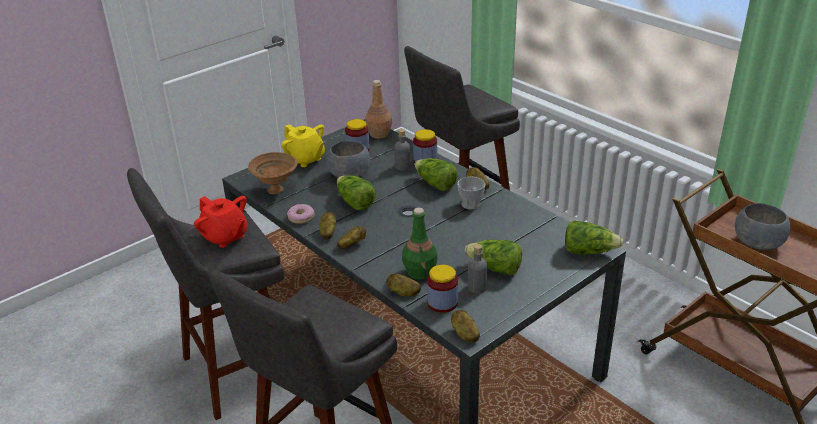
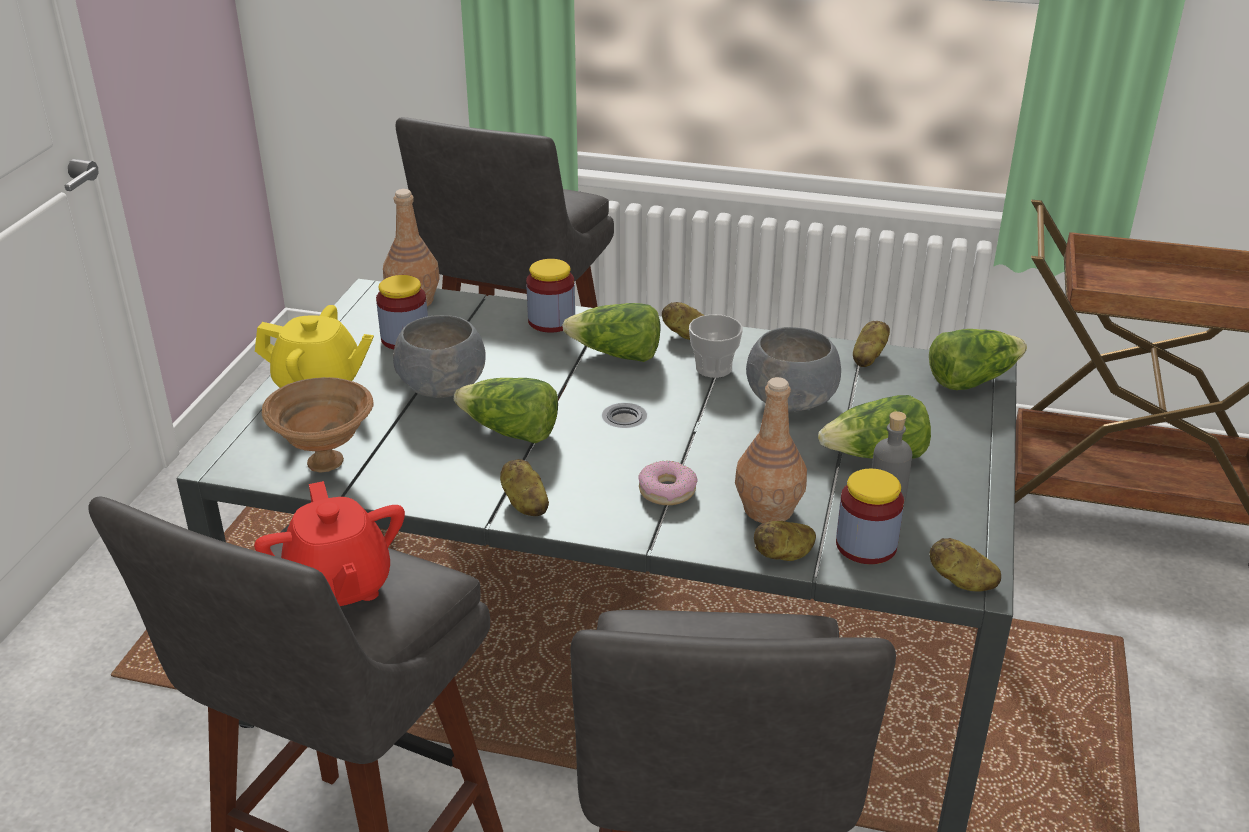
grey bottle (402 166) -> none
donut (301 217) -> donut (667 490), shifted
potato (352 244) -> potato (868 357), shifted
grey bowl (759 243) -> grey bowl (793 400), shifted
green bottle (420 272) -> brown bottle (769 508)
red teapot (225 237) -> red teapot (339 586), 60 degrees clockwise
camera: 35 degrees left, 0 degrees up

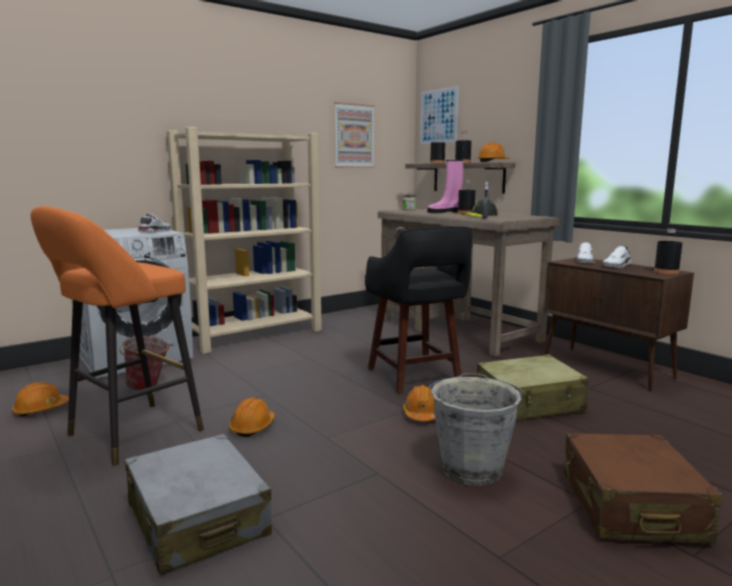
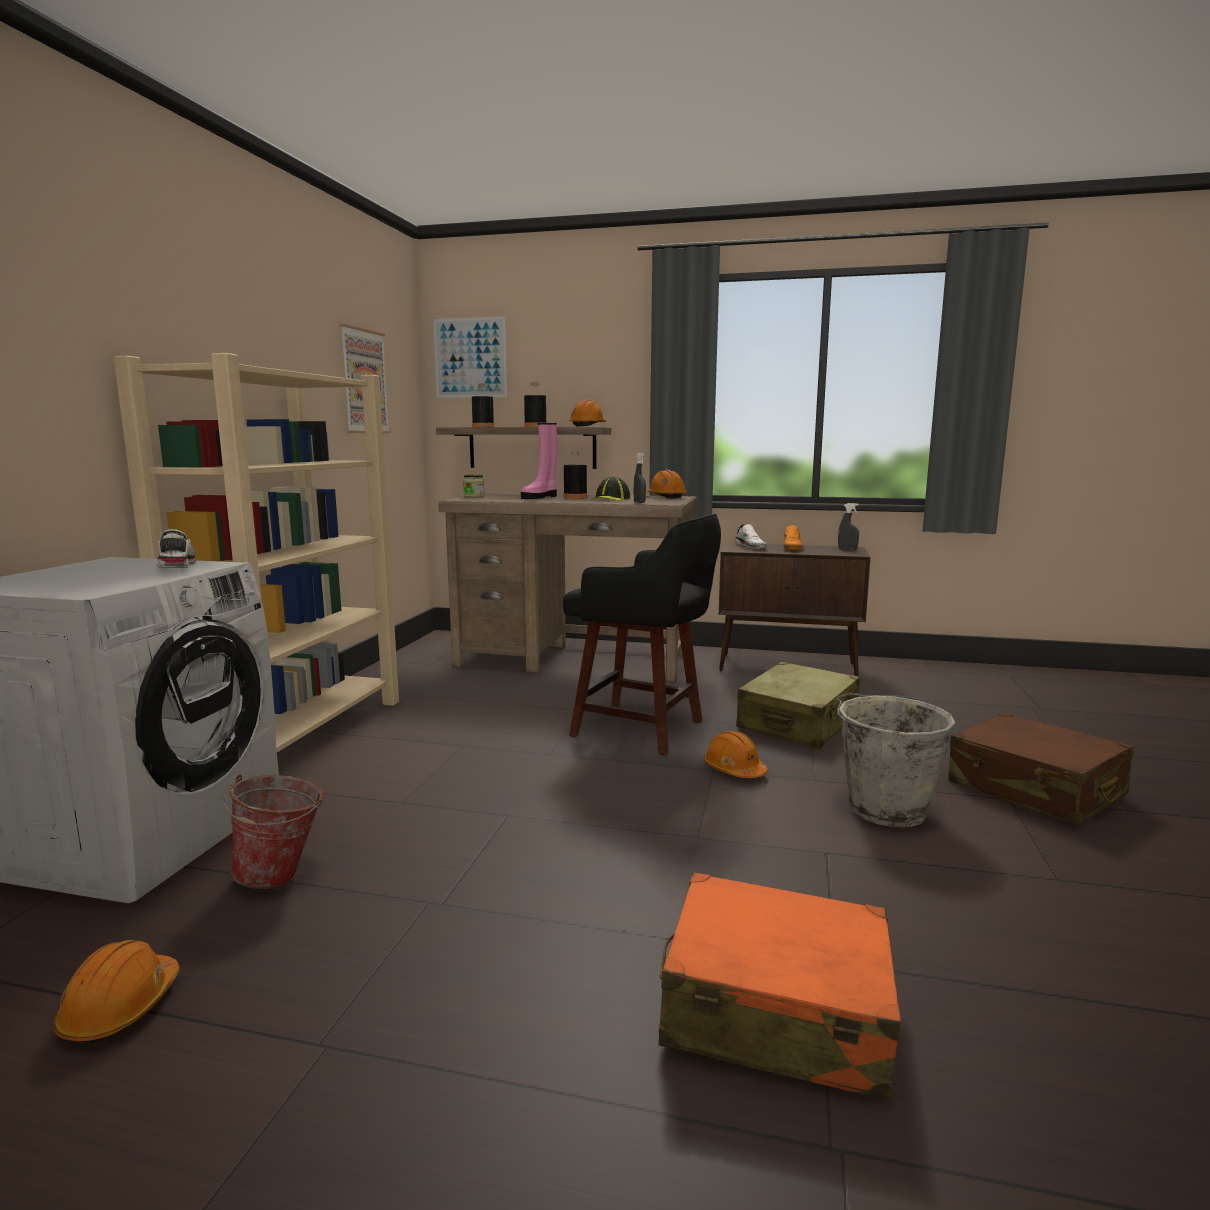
orange stool (128 435) -> none
orange hard hat (252 427) -> orange hard hat (666 497), shifted
black bottle (666 272) -> grey spray bottle (847 549)
grey suitcase (198 519) -> orange suitcase (774 1011)
white shoe (617 266) -> orange shoe (793 548)
camera: 40 degrees left, 0 degrees up

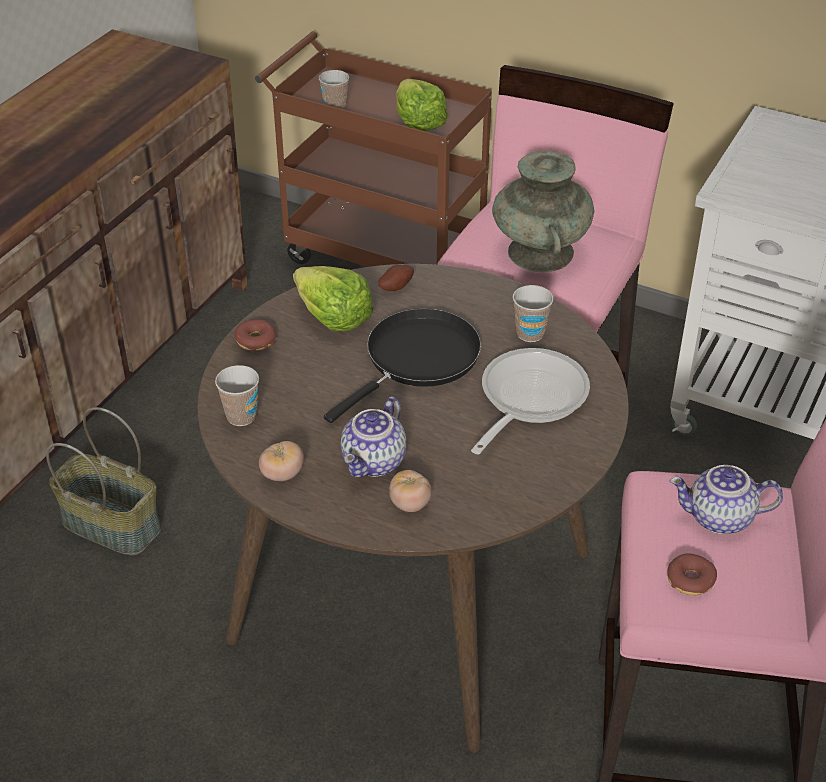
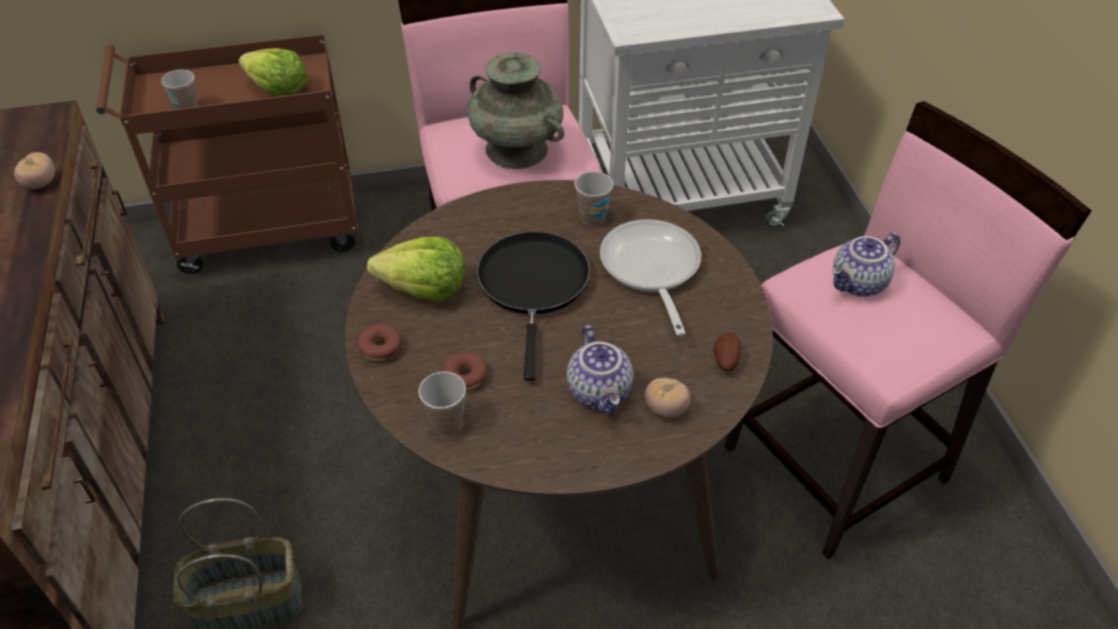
tomato (282 474) -> tomato (41 184), shifted
potato (395 286) -> potato (725 360), shifted
donut (690 580) -> donut (464 376), shifted
camera: 40 degrees left, 5 degrees up

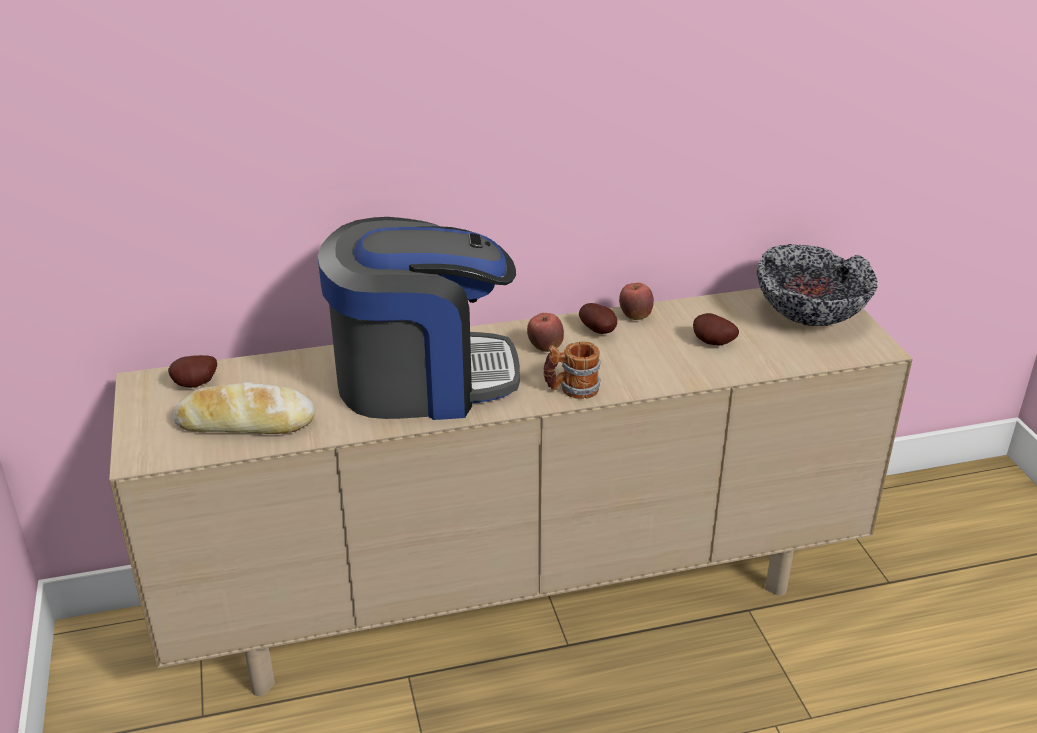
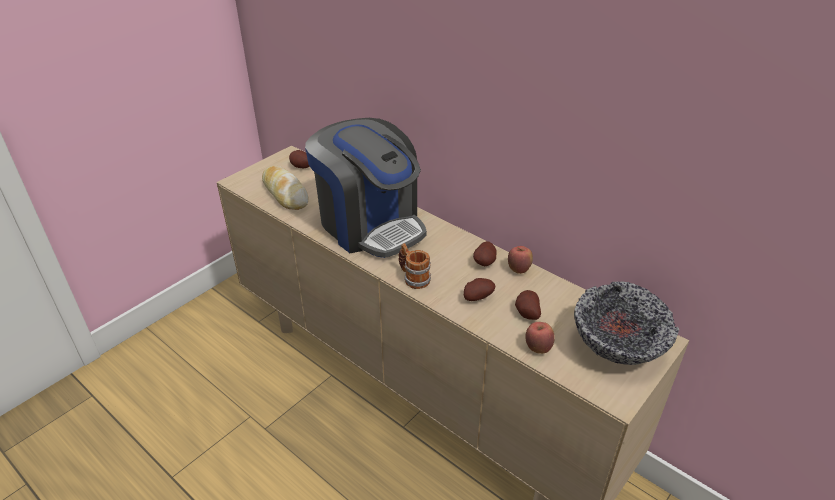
none -> potato (477 297)
apple (545 348) -> apple (538 348), shifted
camera: 55 degrees right, 5 degrees up

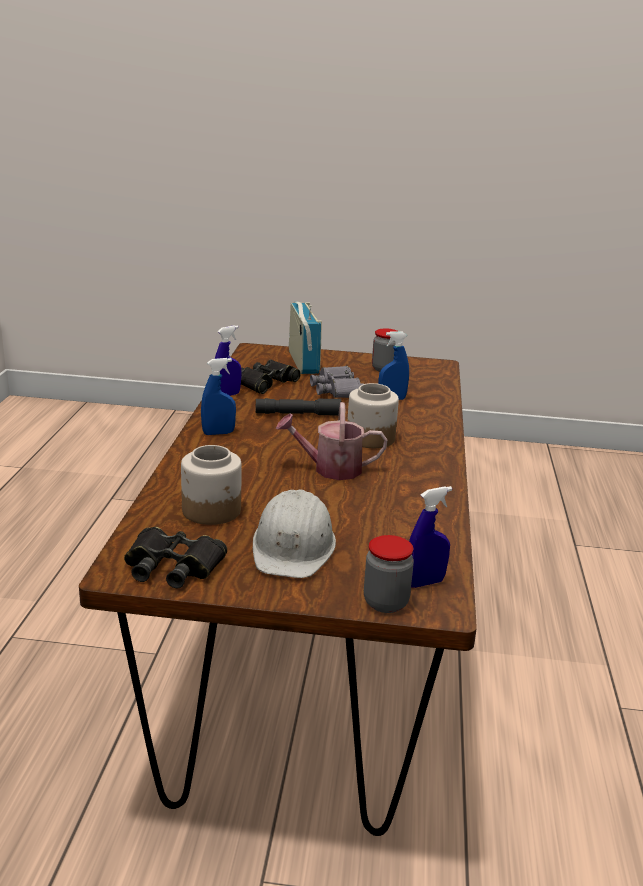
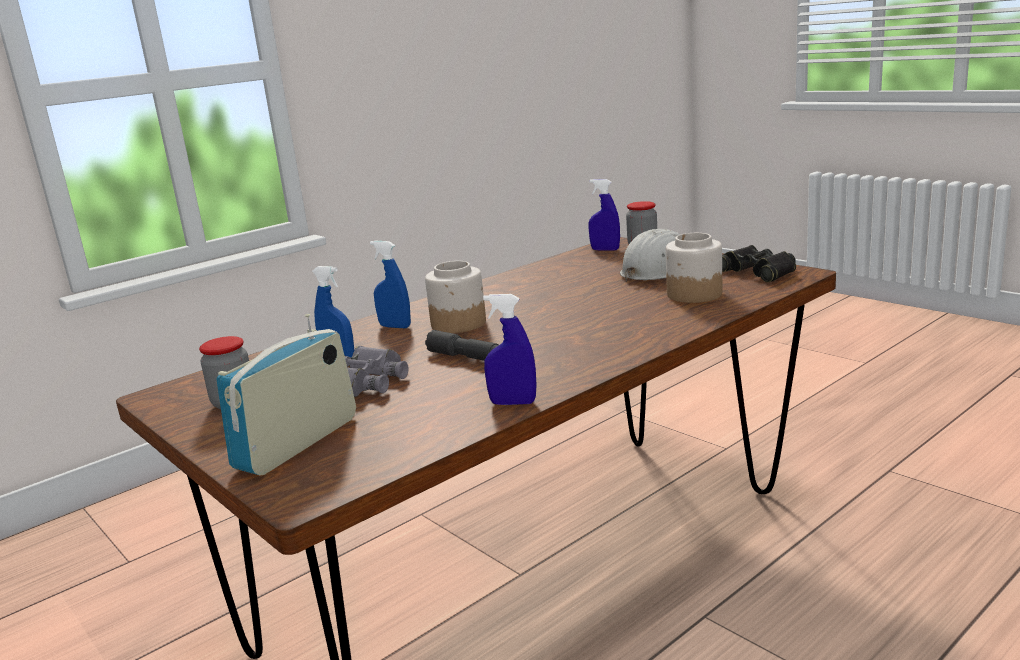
black binoculars (266 383) -> none
watering can (330 469) -> none
blue spray bottle (218 433) -> blue spray bottle (395 326), shifted
camera: 135 degrees left, 5 degrees down

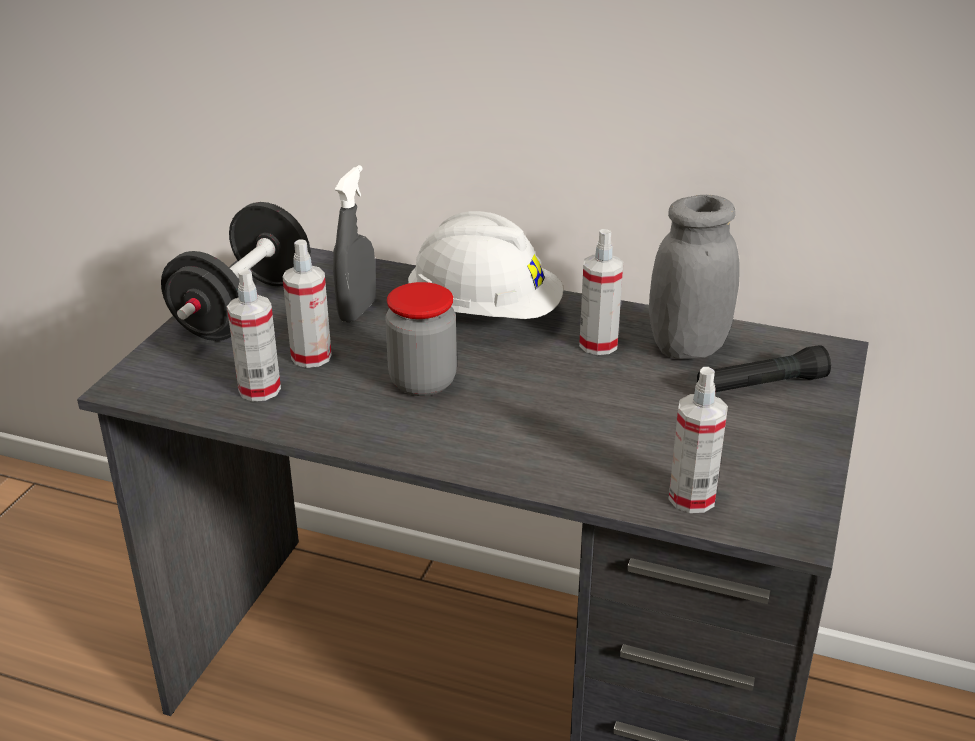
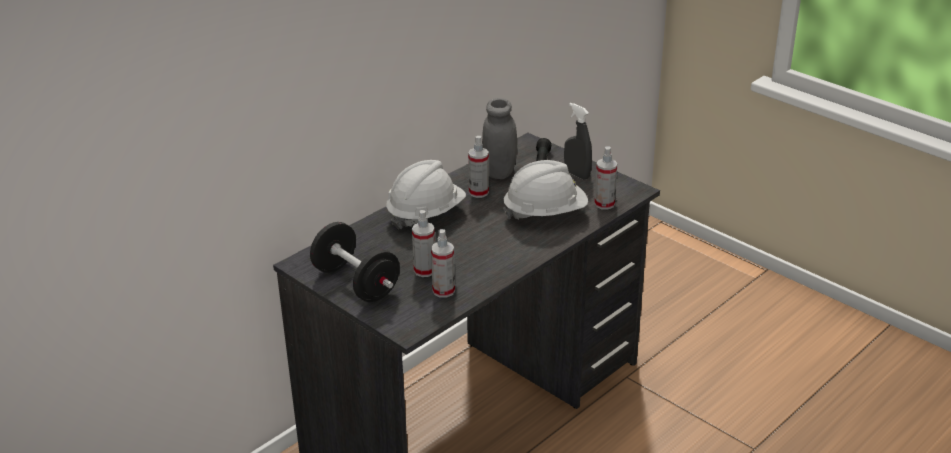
jar (423 382) -> none
none -> white hard hat (545 213)
grey spray bottle (357 311) -> grey spray bottle (577 174), shifted
camera: 65 degrees left, 0 degrees up

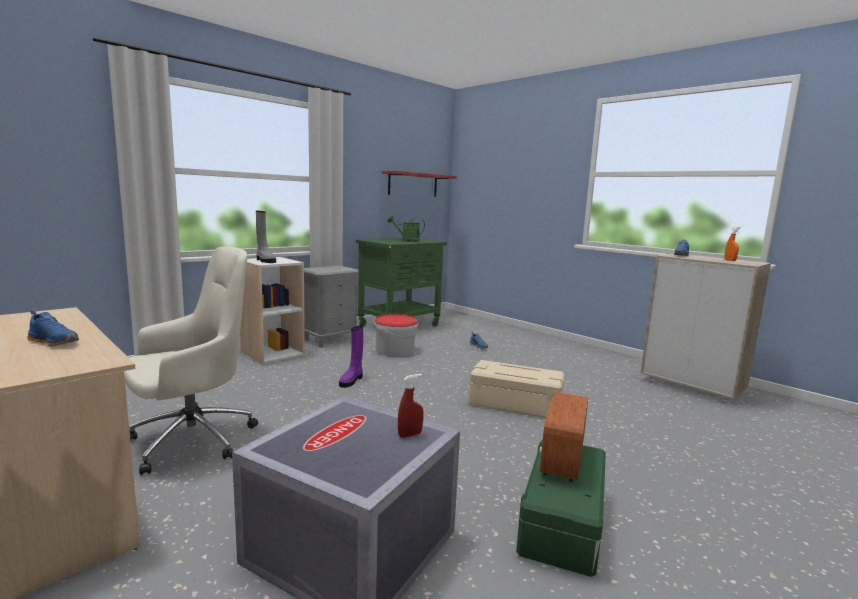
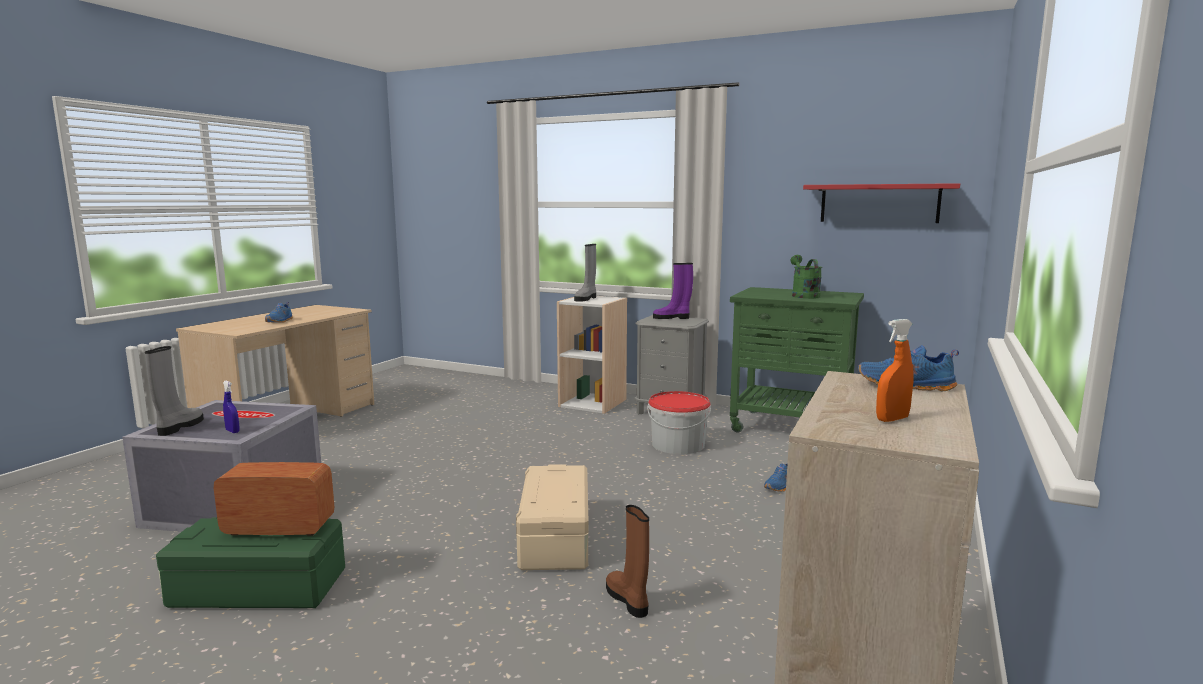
beige office chair (193 441) -> none
none -> grey boot (179 427)
none -> brown boot (628 600)
purple boot (351 381) -> purple boot (672 318), shifted
red spray bottle (410 435) -> blue spray bottle (232 431)
camera: 70 degrees right, 0 degrees up

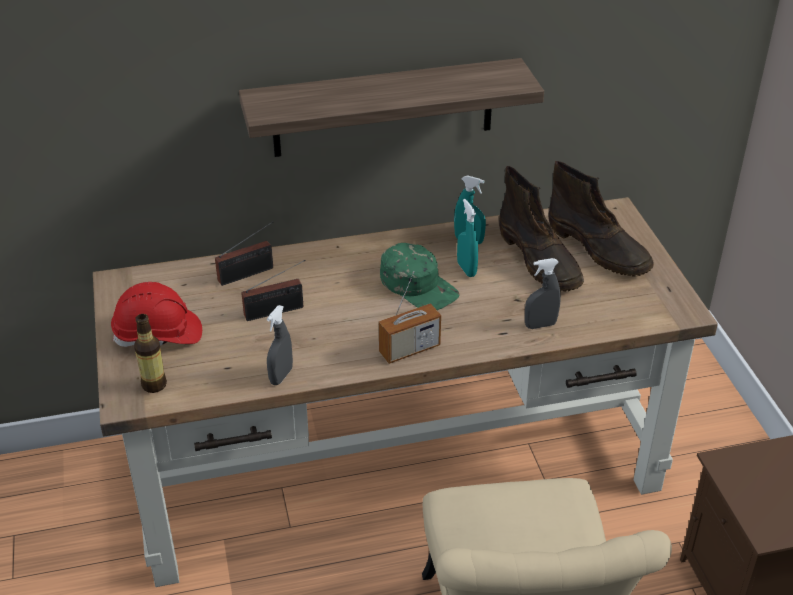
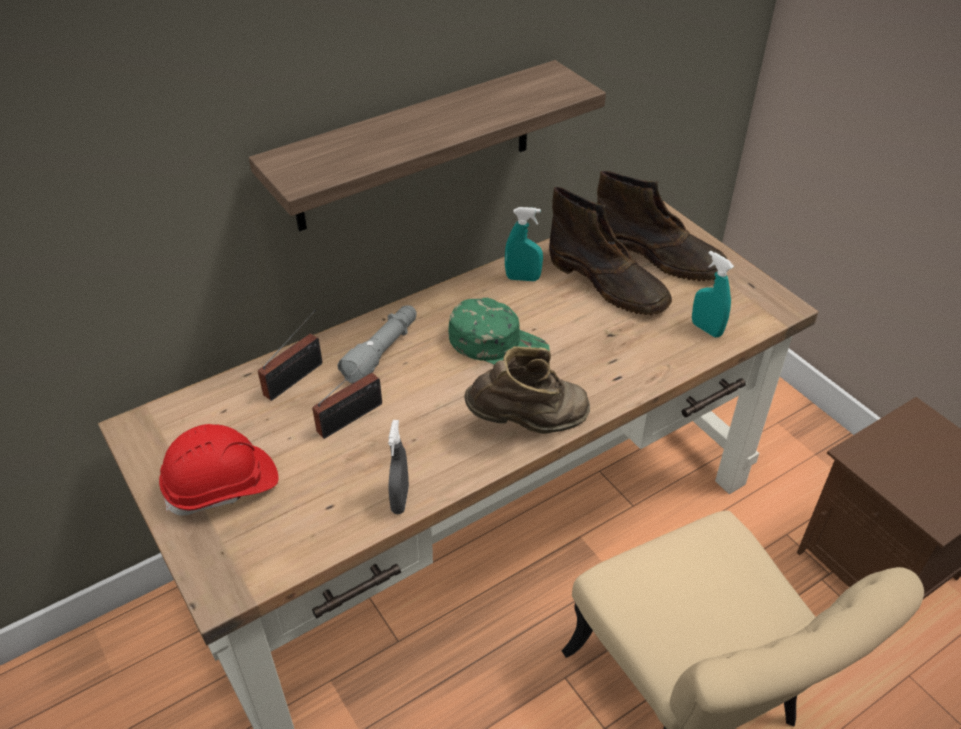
bottle (154 385) -> none
grey spray bottle (540 325) -> none
none -> grey flashlight (382 351)
turquoise spray bottle (466 269) -> turquoise spray bottle (706 329), shifted
radio (409 349) -> brown boot (529 424)
camera: 20 degrees left, 5 degrees up

